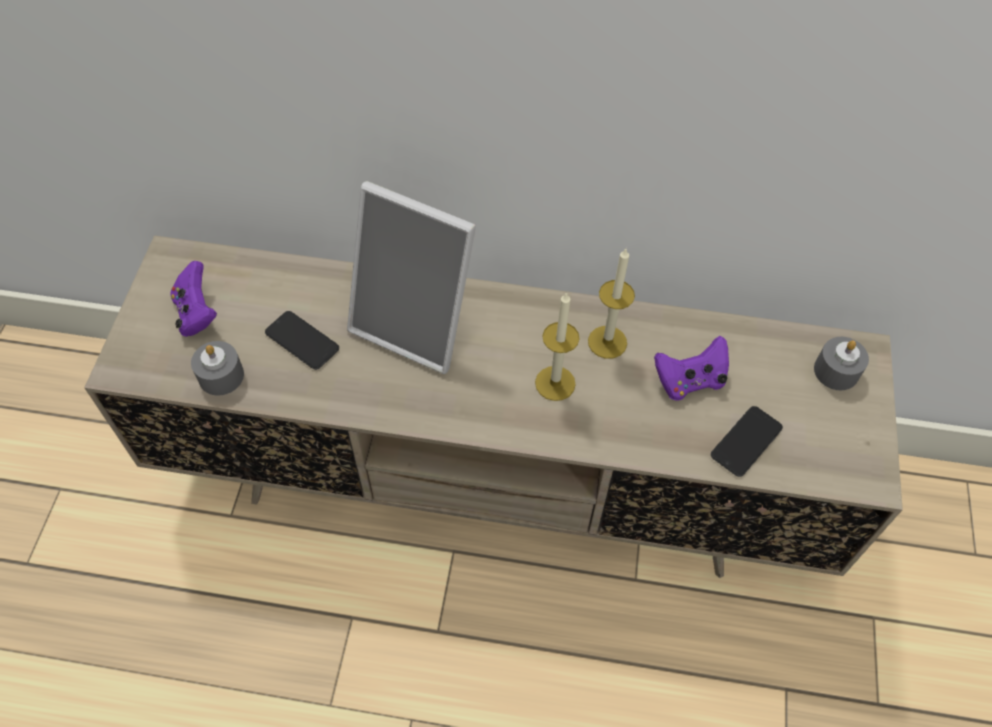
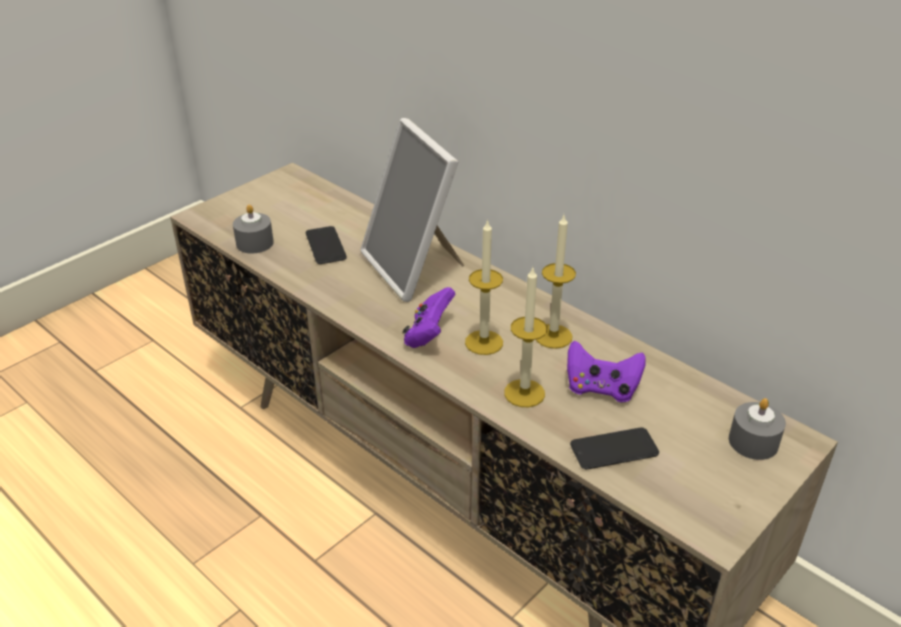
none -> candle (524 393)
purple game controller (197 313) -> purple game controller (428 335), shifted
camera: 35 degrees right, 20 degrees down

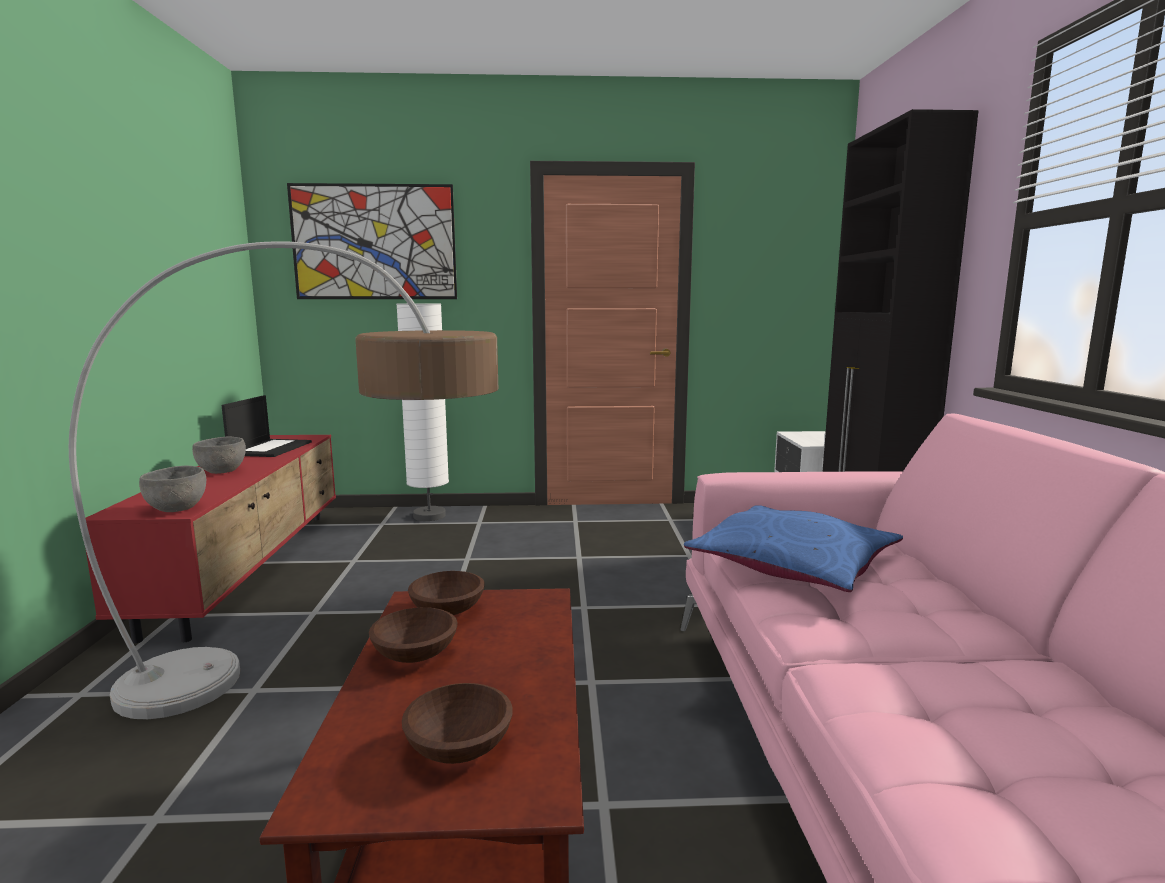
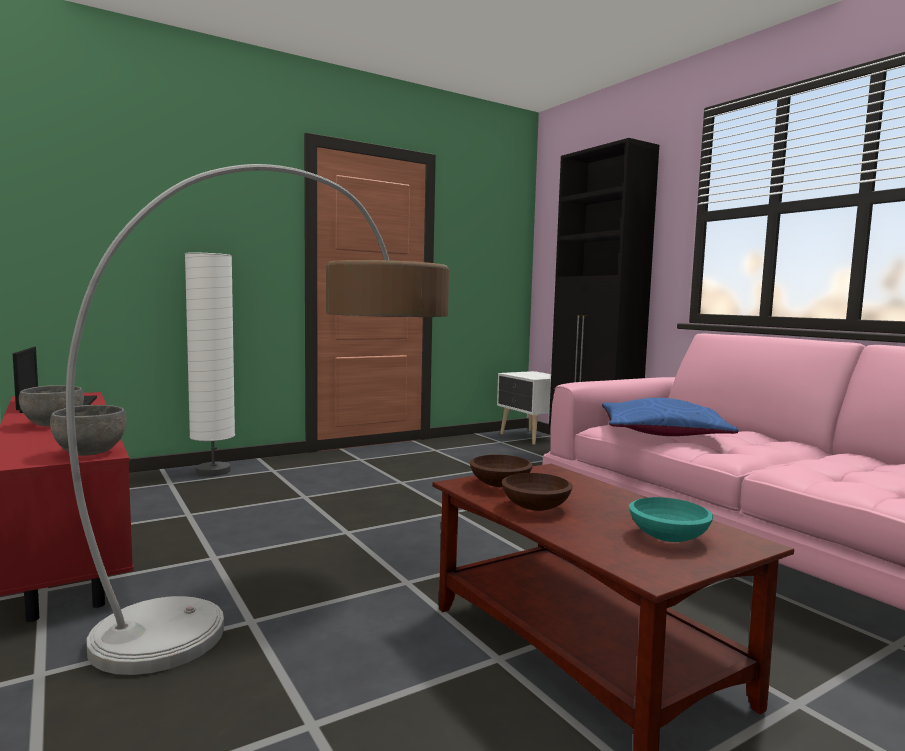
picture (374 242) -> none
brown bowl (461 747) -> turquoise bowl (669 537)
camera: 30 degrees left, 5 degrees down

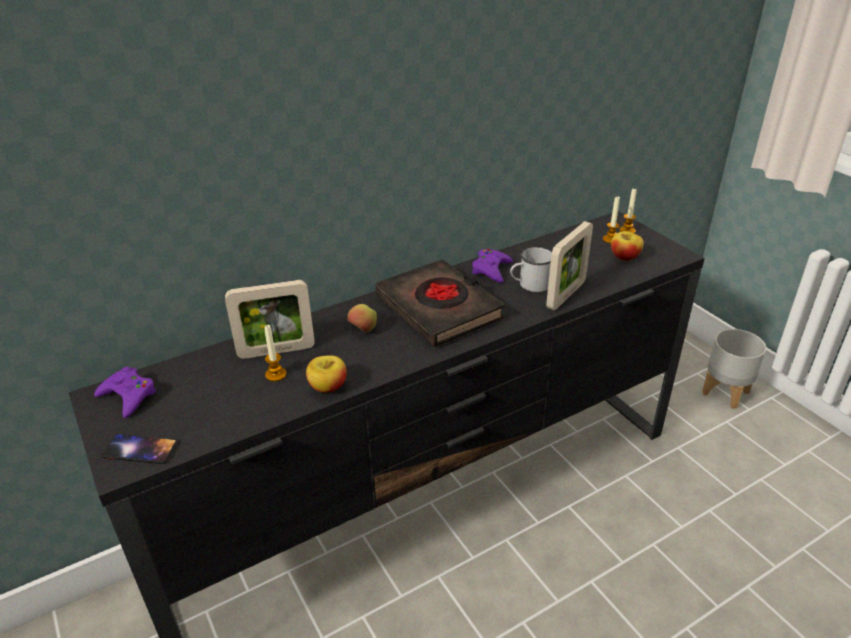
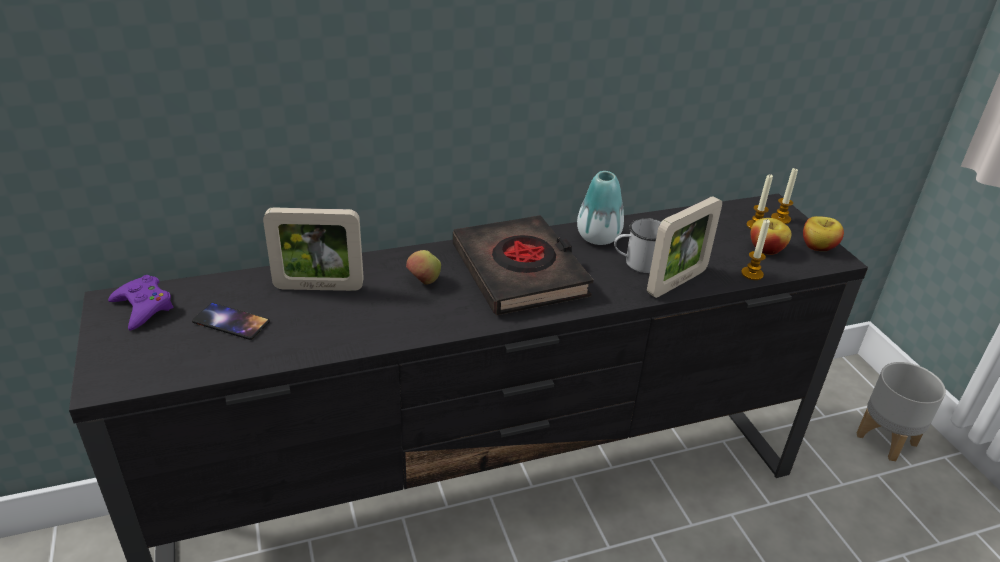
phone (140 449) -> phone (231 321), shifted
candle (275 374) -> candle (752 274), shifted
apple (328 387) -> apple (817 247), shifted
purple game controller (491 270) -> vase (598 237)
camera: 10 degrees right, 0 degrees up

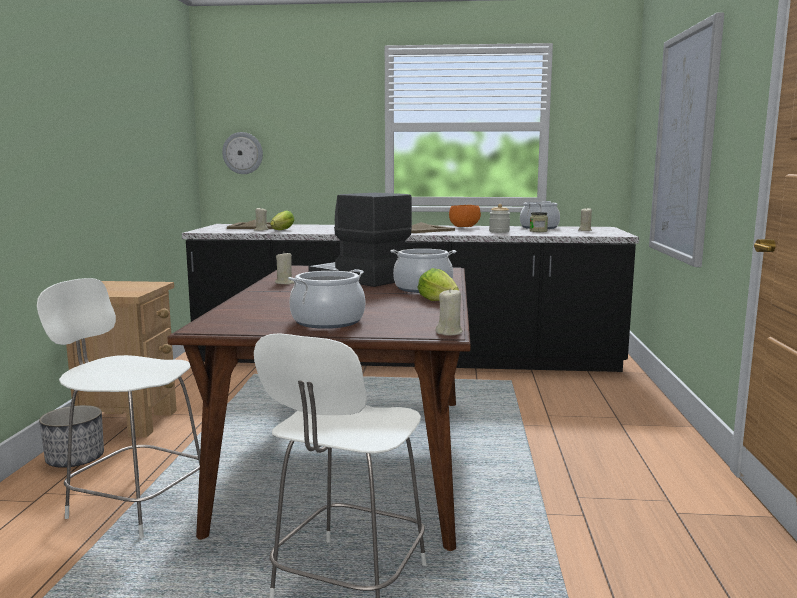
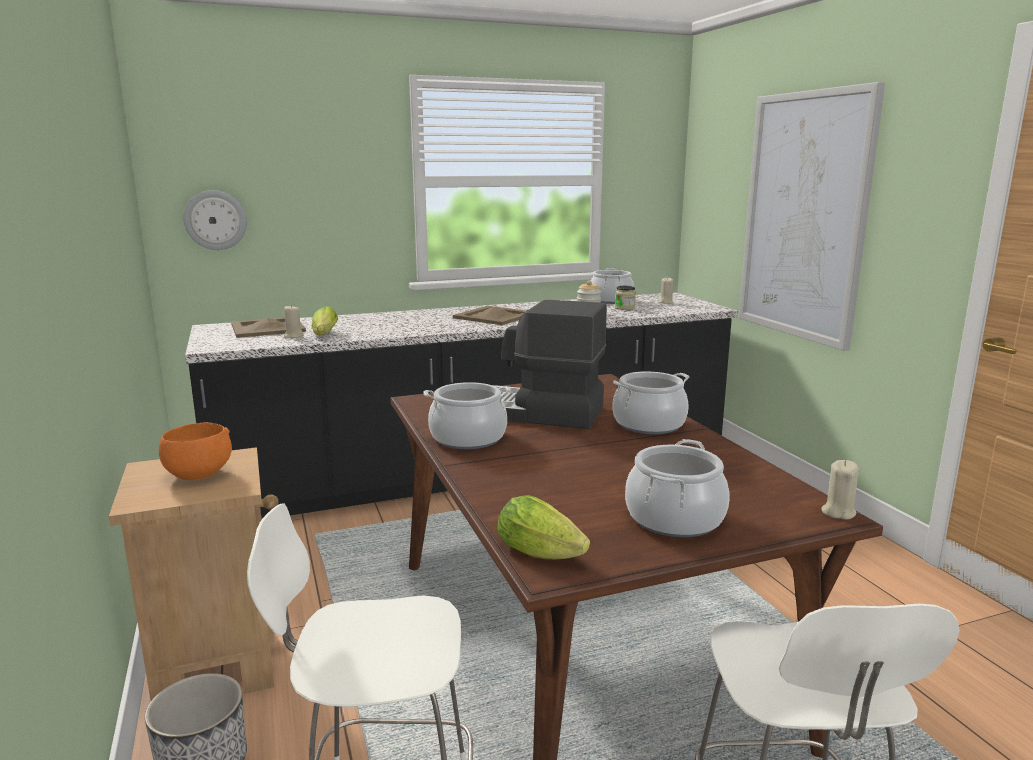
lettuce (439 301) -> lettuce (543 553), shifted
orange bowl (463 227) -> orange bowl (197 475), shifted
beige candle (285 283) -> cooking pot (468 438)
camera: 25 degrees left, 5 degrees up

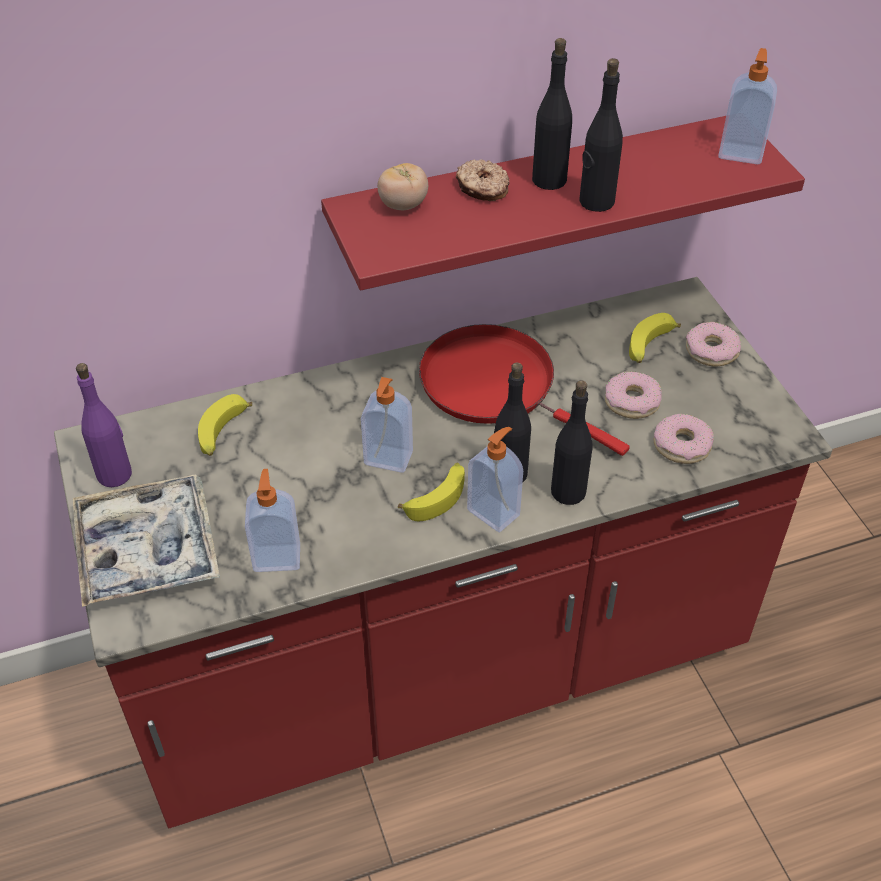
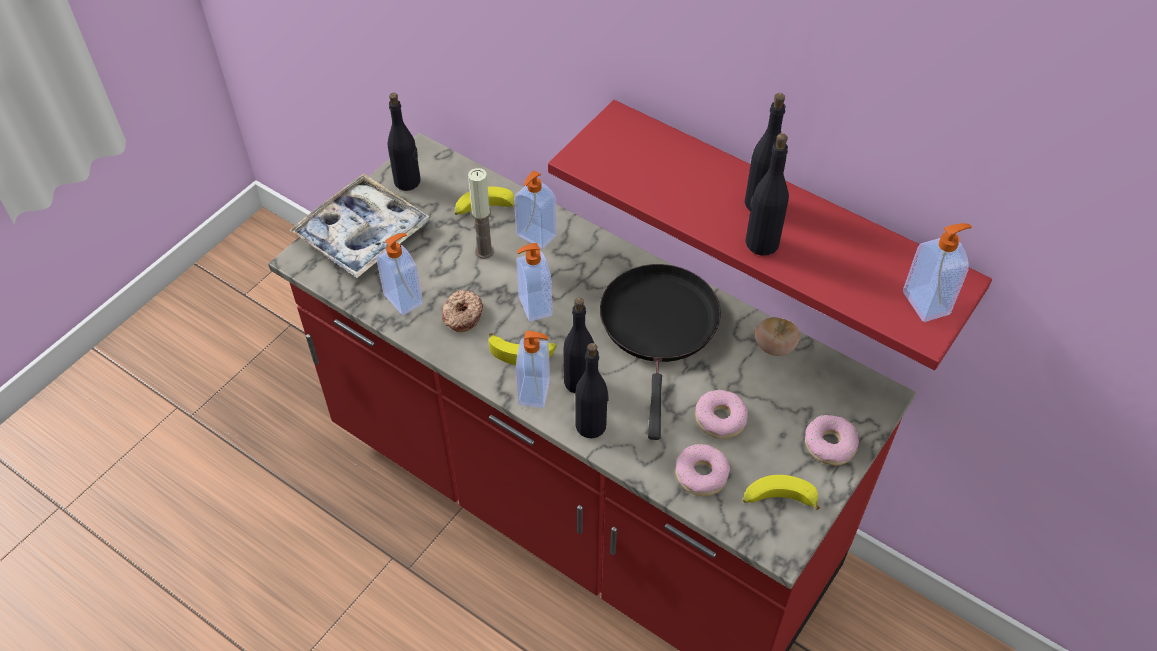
none -> candle (484 251)
none -> soap dispenser (535 236)
tomato (403 205) -> tomato (774 347), shifted
donut (482 188) -> donut (462 315), shifted
banana (650 346) -> banana (777 500), shifted
purple bottle (115 474) -> black bottle (407 181)
red frying pan (495 386) -> black frying pan (659 327)
camera: 55 degrees right, 5 degrees up

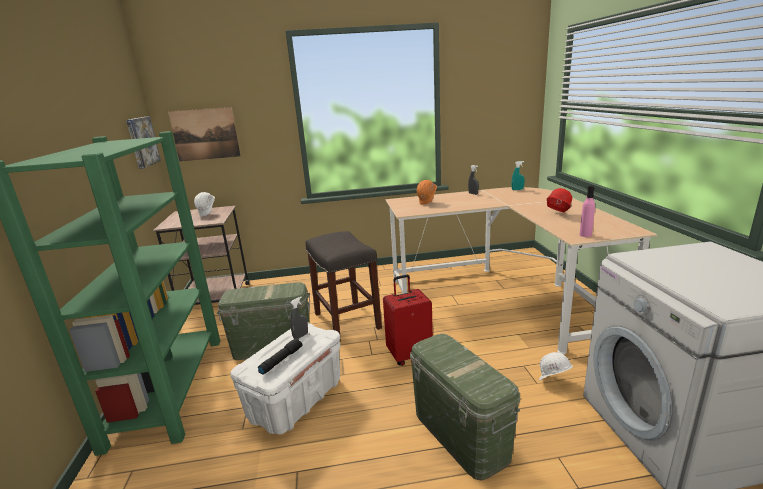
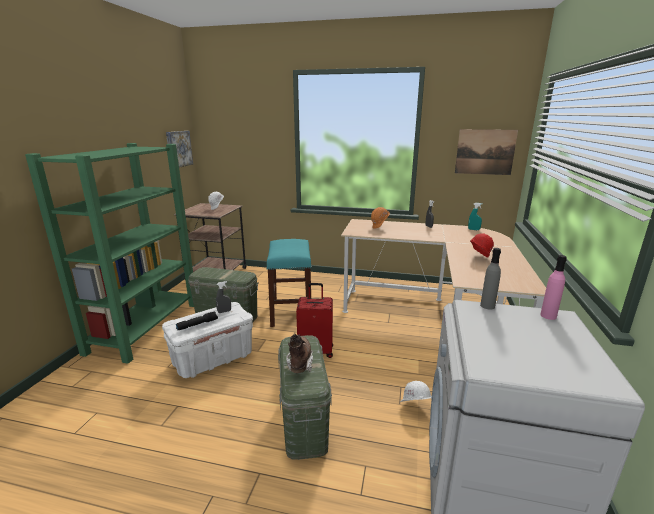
none -> brown boot (300 362)
none -> grey bottle (487 306)
picture (205 134) -> picture (485 152), shifted
pink bottle (585 235) -> pink bottle (548 316), shifted
grey stool (346 320) -> turquoise stool (290 312)
camera: 20 degrees right, 0 degrees up

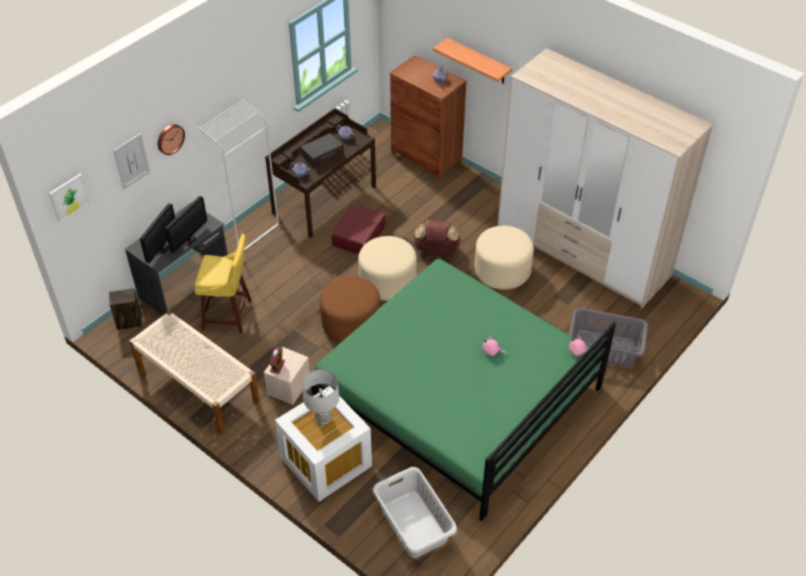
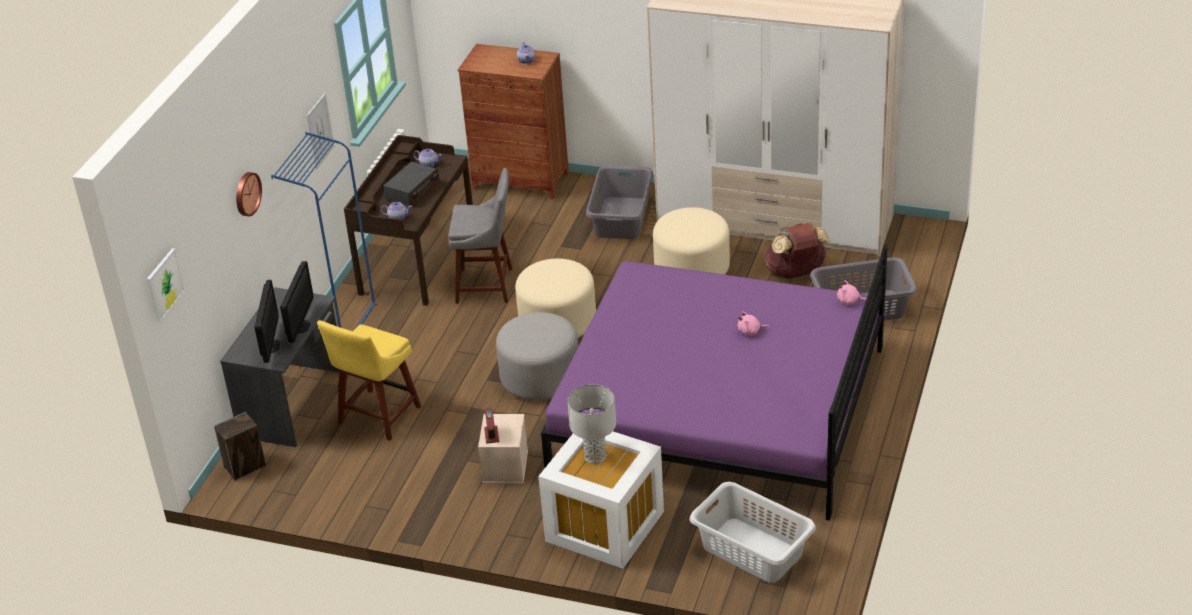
beige bench (197 386) -> none
shelf (478 62) -> none
none -> grey laundry basket (622 218)
picture (131 161) -> picture (320 131), shifted
brown backpack (436 251) -> brown backpack (795 273), shifted
red suitcase (358 236) -> grey chair (488 285)
white clothes rack (249 232) -> blue clothes rack (340 323)
green bed (458 394) -> purple bed (719 407)
brown ottoman (351 323) -> grey ottoman (540 378)
yellow chair (230 315) -> yellow chair (376 417), 135 degrees clockwise
camera: 20 degrees left, 10 degrees down

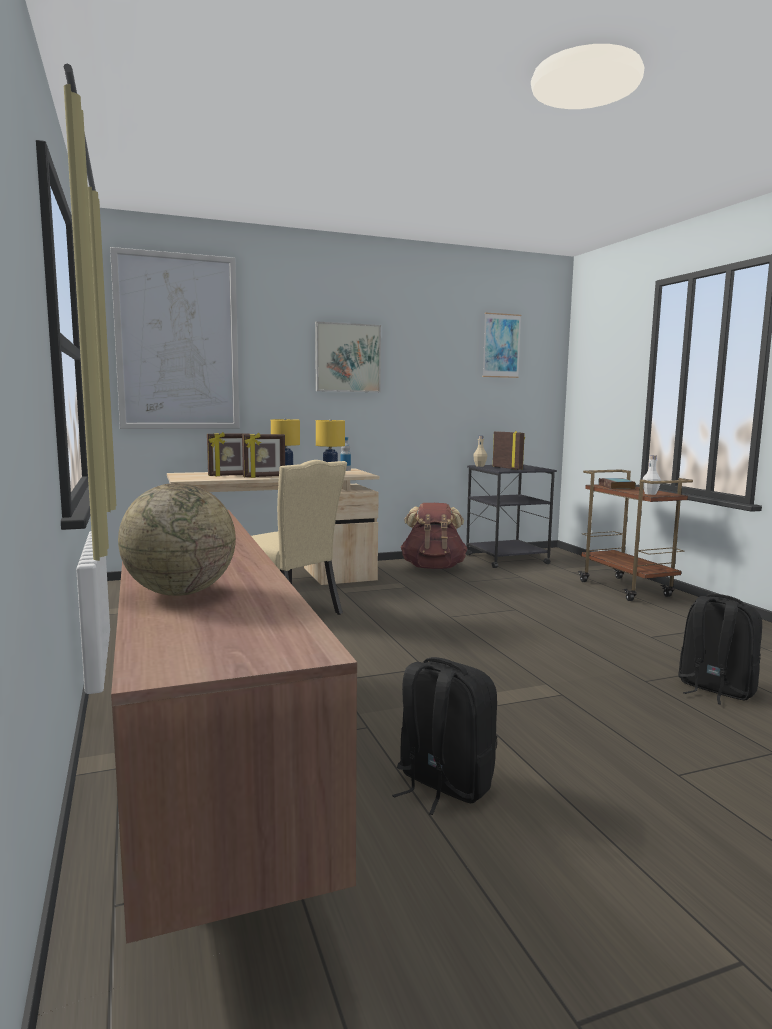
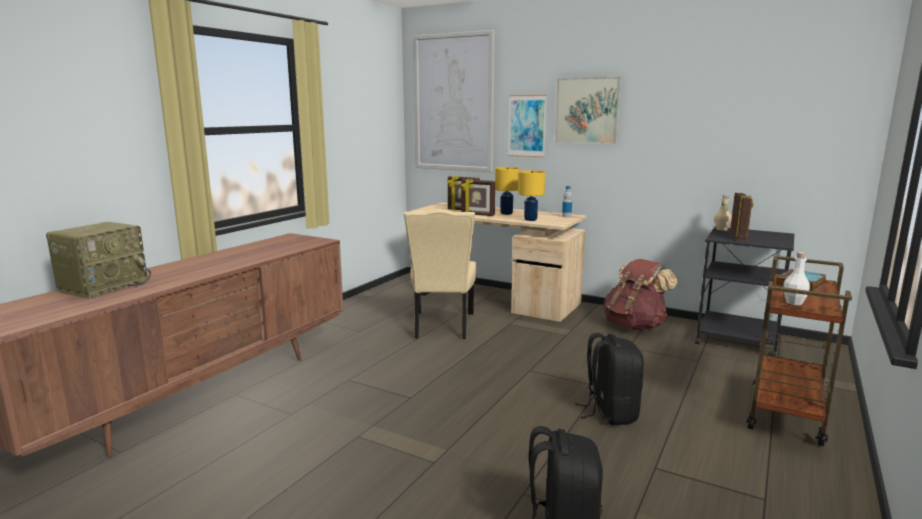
black backpack (442 785) -> black backpack (610 412), shifted
picture (501 345) -> picture (527 126), shifted
globe (180 593) -> radio (104 286)
camera: 50 degrees right, 5 degrees up

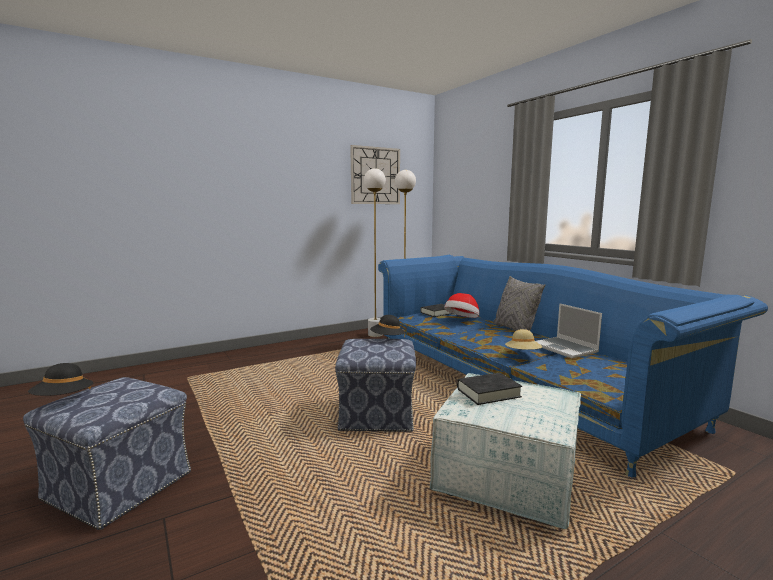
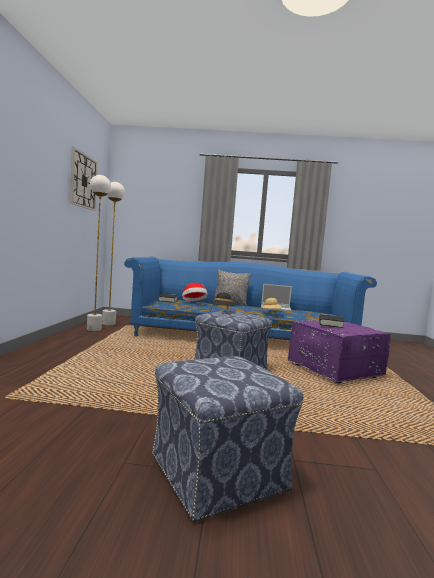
black hat (63 399) -> none
white ottoman (507 479) -> purple ottoman (334 371)
camera: 55 degrees left, 5 degrees down

